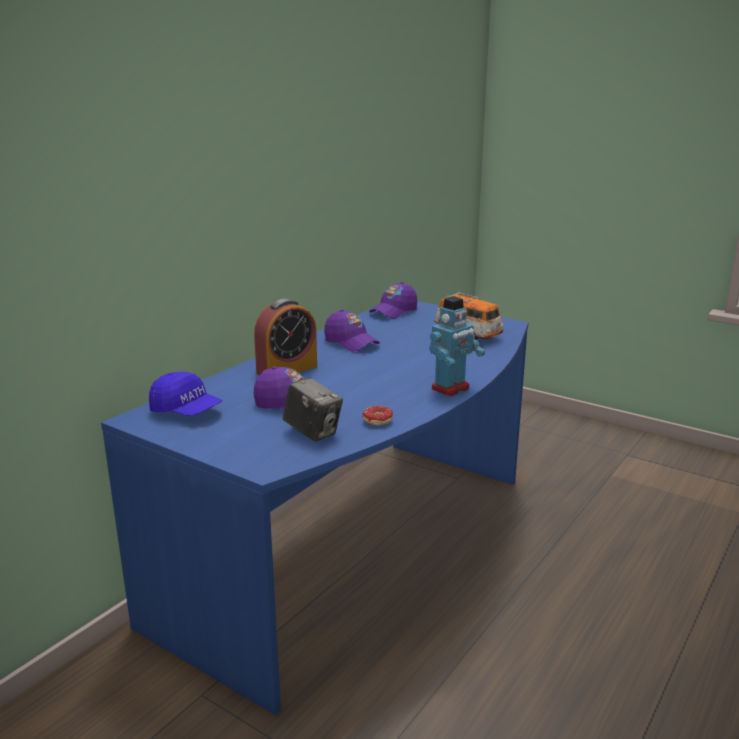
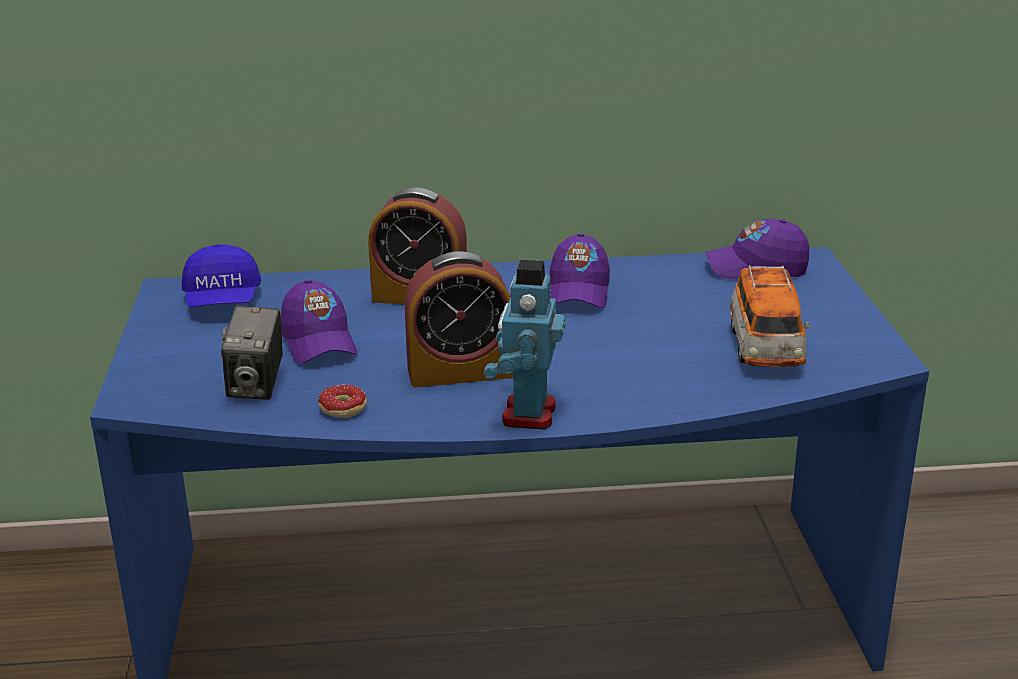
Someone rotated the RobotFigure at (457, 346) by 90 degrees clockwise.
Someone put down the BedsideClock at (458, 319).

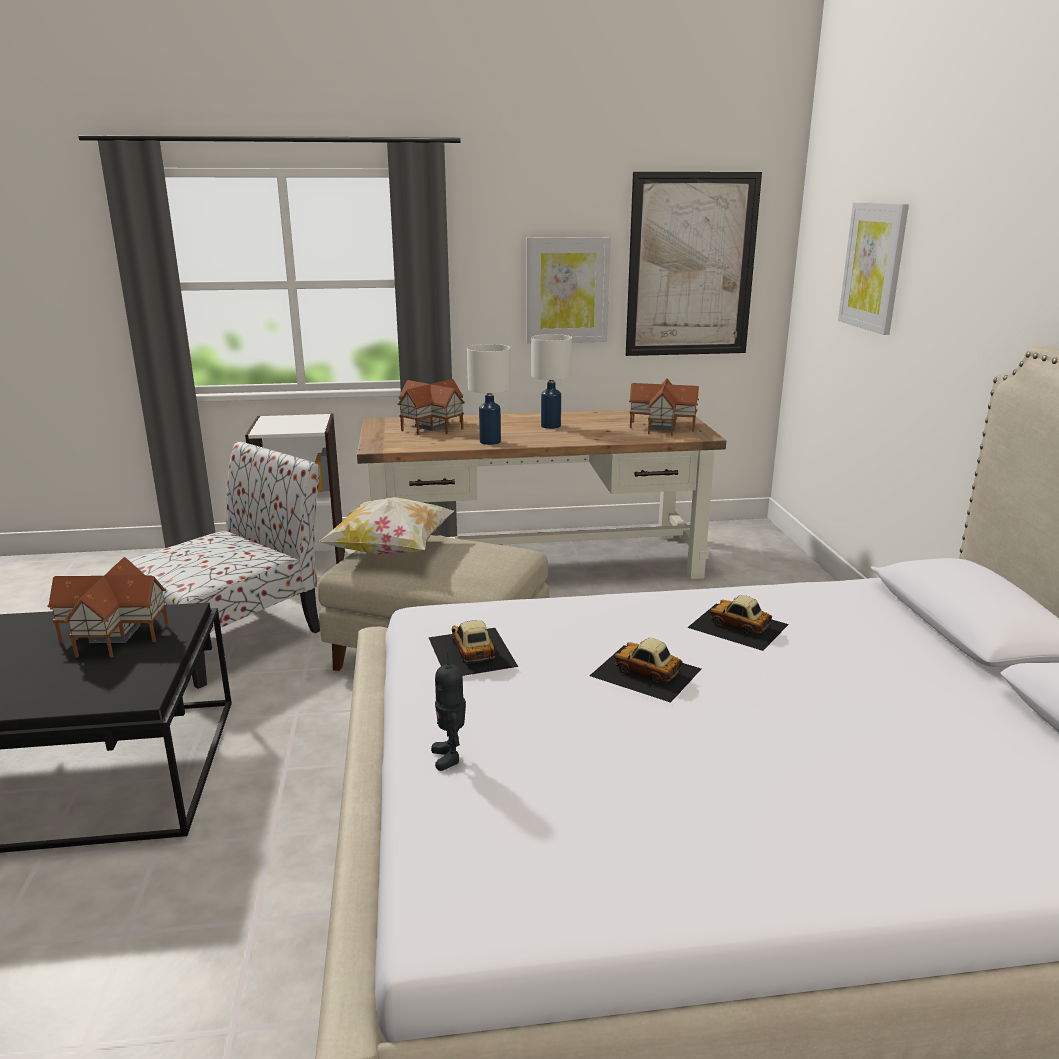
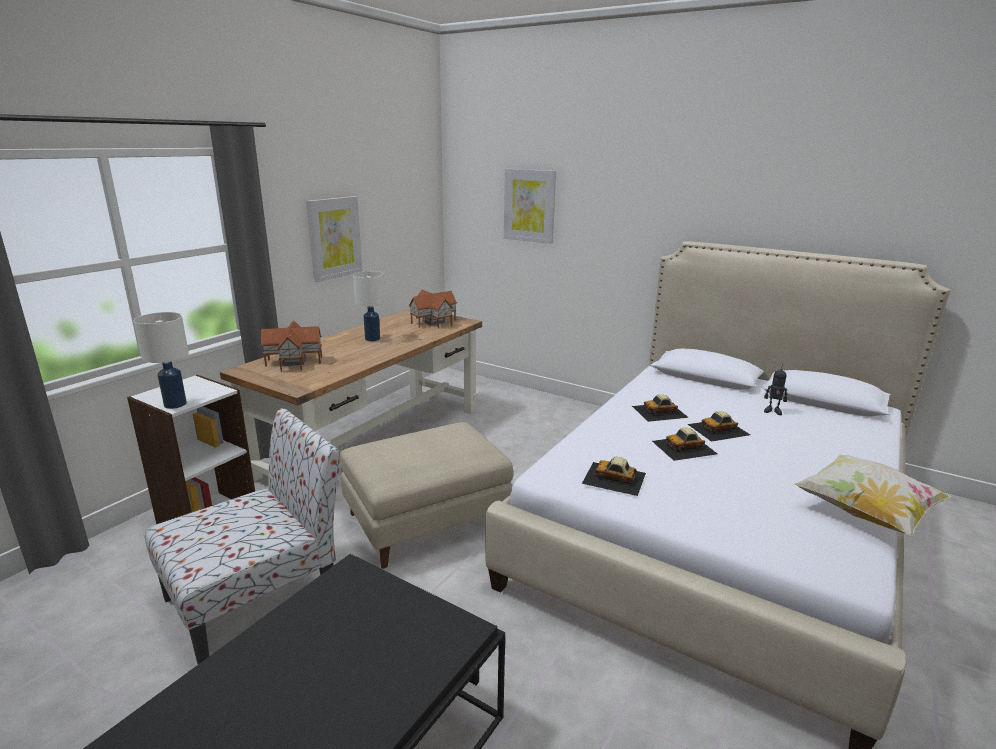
Someone took away the MiniatureHouse at (108, 607).
Someone rotated the UprightChair at (216, 565) by 60 degrees clockwise.
Someone carried the ThrowPillow from (386, 525) to (873, 495).
Someone carried the RobotFigure from (448, 711) to (775, 389).
Someone carried the WhitishTableLamp from (489, 394) to (161, 360).
Someone took away the WallPicture at (694, 264).
Someone put down the MiniatureCar at (719, 426).

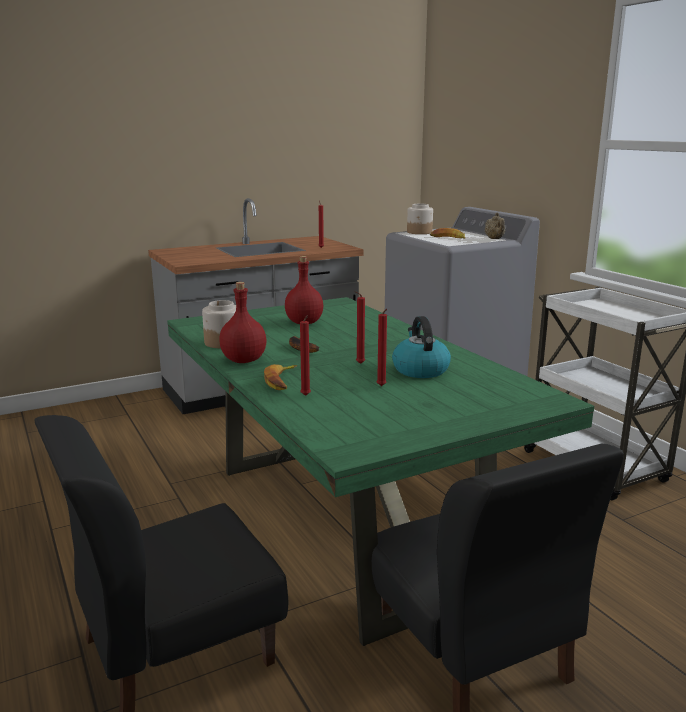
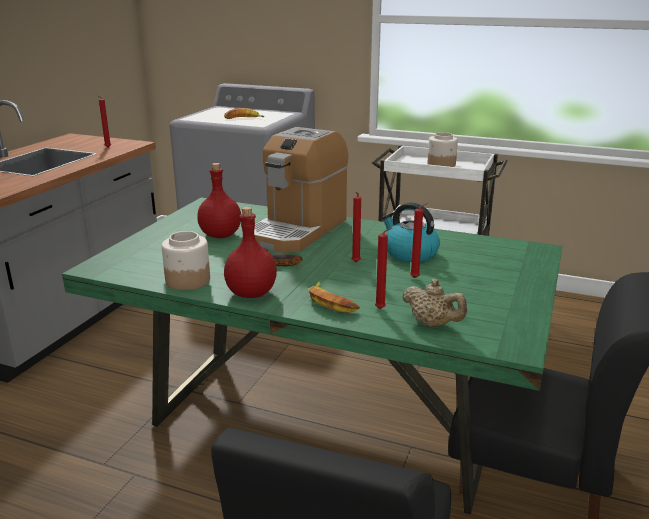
Someone carried the Jar from (420, 219) to (442, 149).
Someone carried the BeigeTeapot from (495, 226) to (434, 303).
Someone put down the CoffeeMachine at (301, 190).

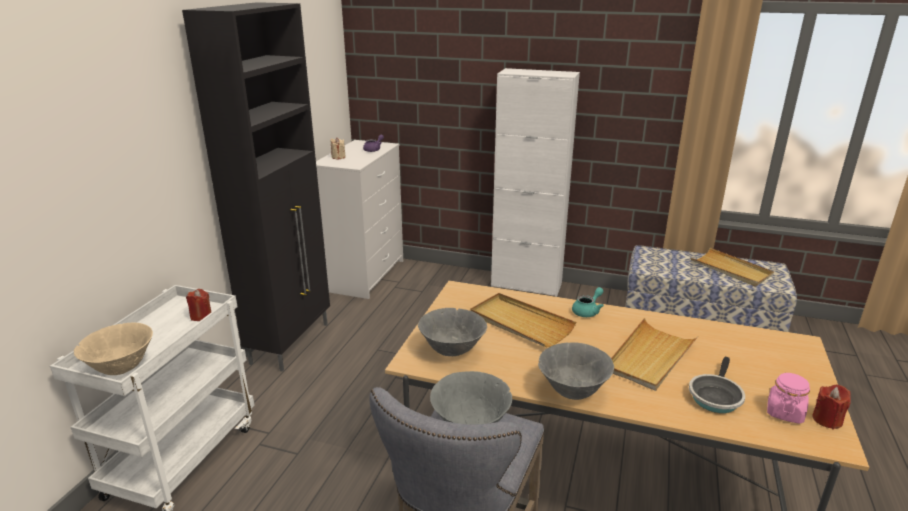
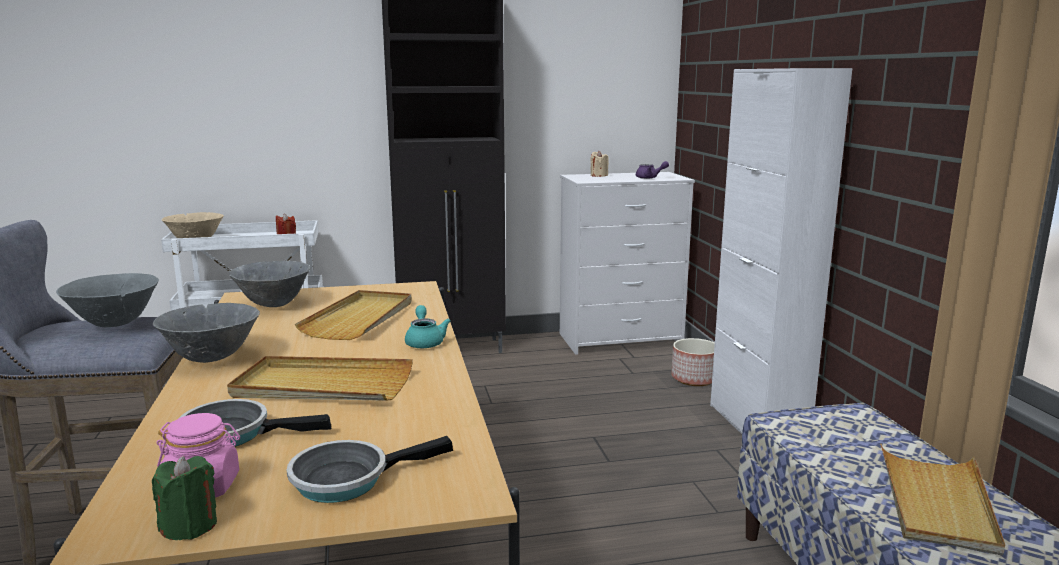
Someone rotated the TurquoiseTeapot at (588, 302) by 120 degrees counterclockwise.
Someone repainted the RedColouredWaxLight at (831, 406), which became the GreenWaxLight at (184, 498).
Someone put down the Pan at (370, 469).
Someone put down the Planter at (693, 362).

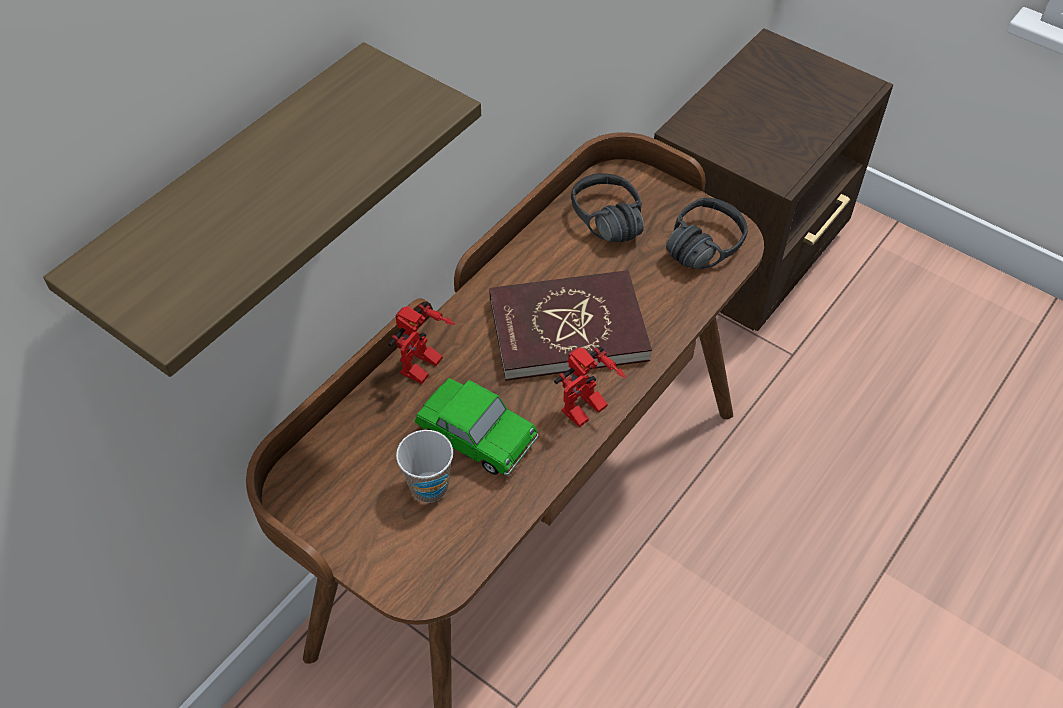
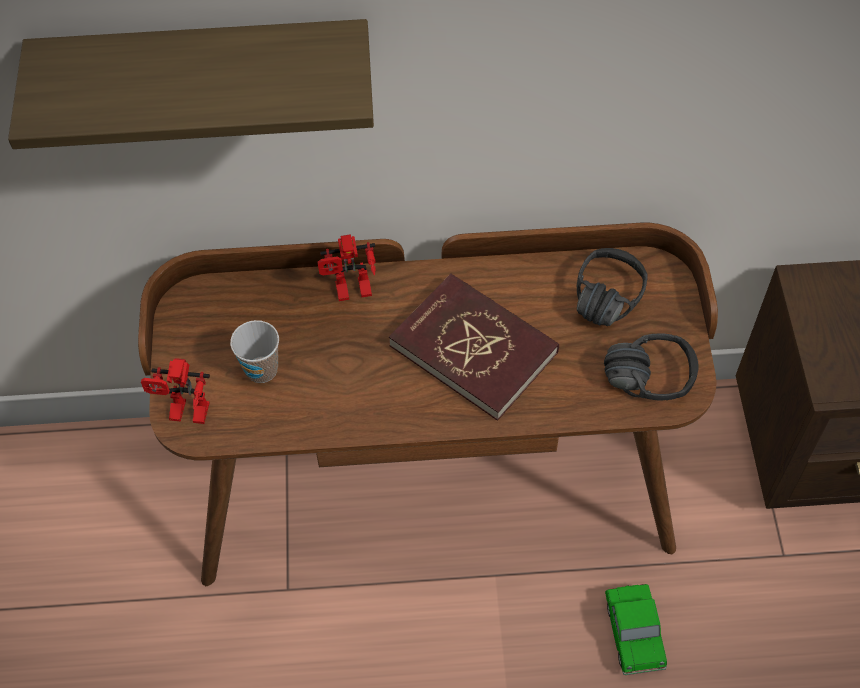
Someone carried the MiniatureCar from (476, 427) to (636, 629).
Someone carried the RobotFigure from (590, 387) to (175, 391).

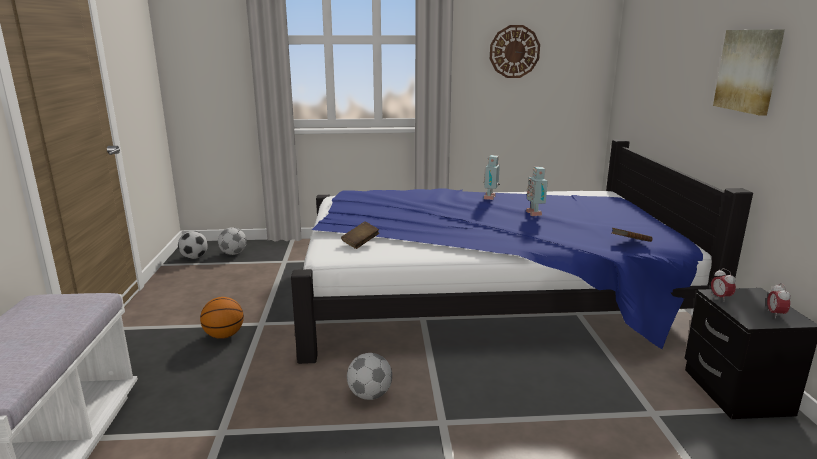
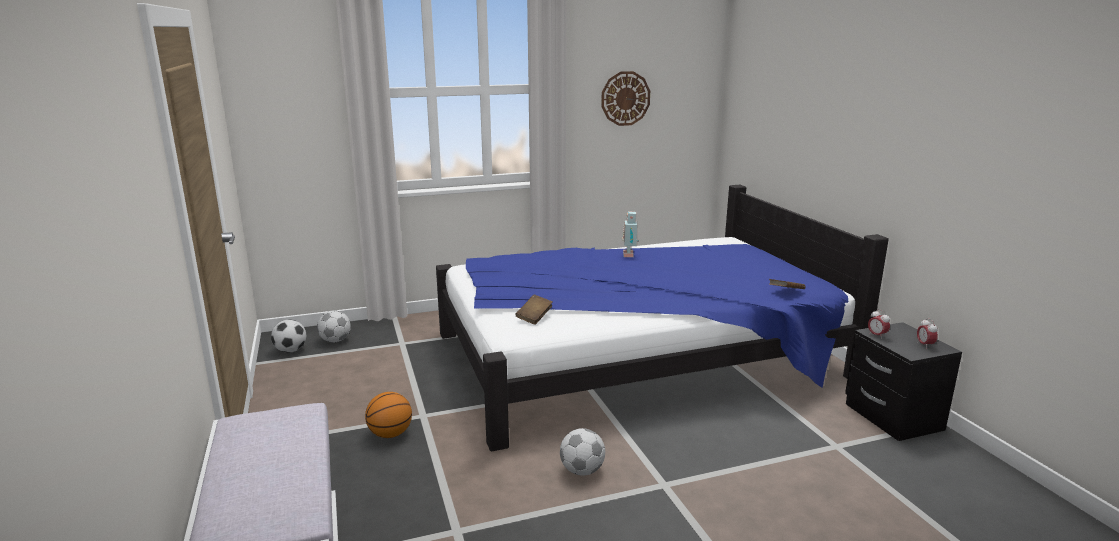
Someone took away the RobotFigure at (537, 191).
Someone took away the WallPicture at (749, 73).

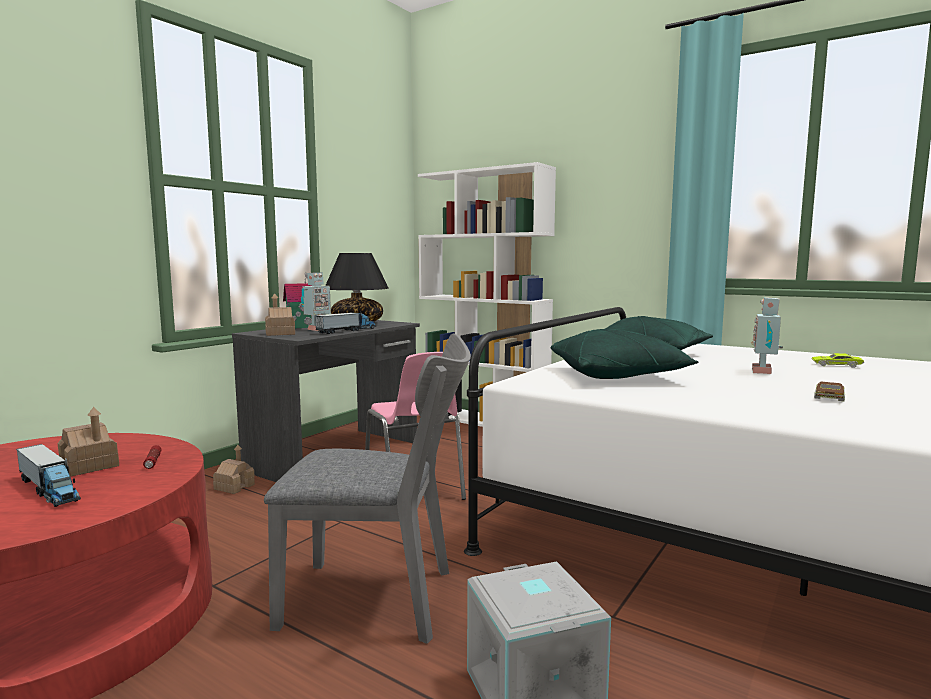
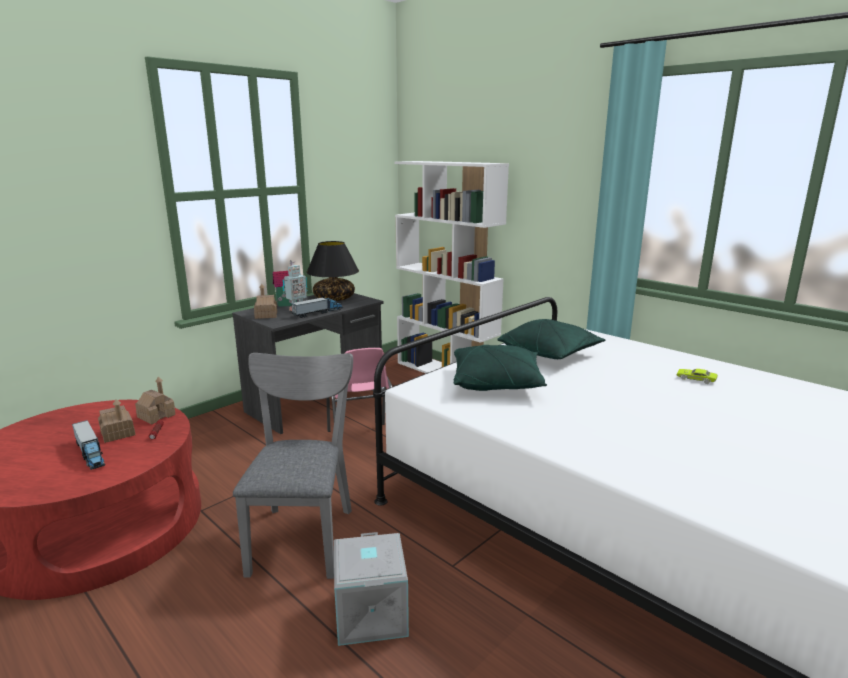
Someone carried the MiniatureHouse from (234, 469) to (155, 400).
Someone rotated the GreyishUprightChair at (367, 489) by 105 degrees counterclockwise.
Someone took away the RobotFigure at (767, 335).
Someone took away the BrownColouredMiniatureCar at (829, 391).

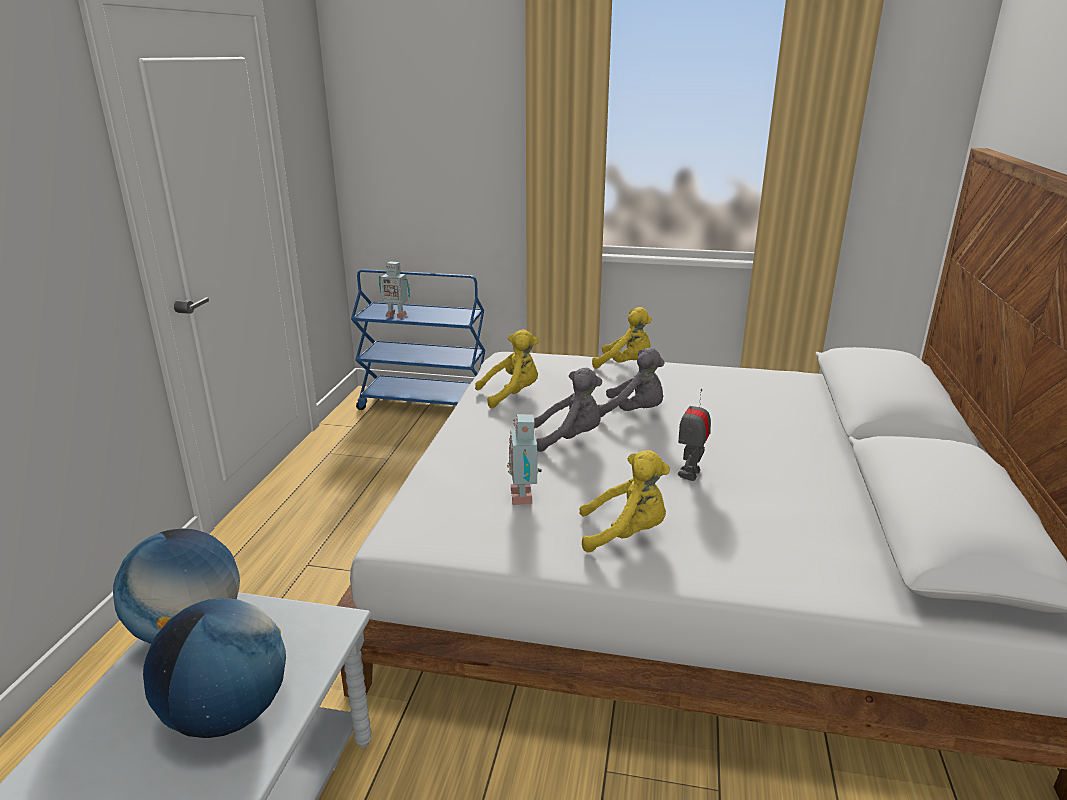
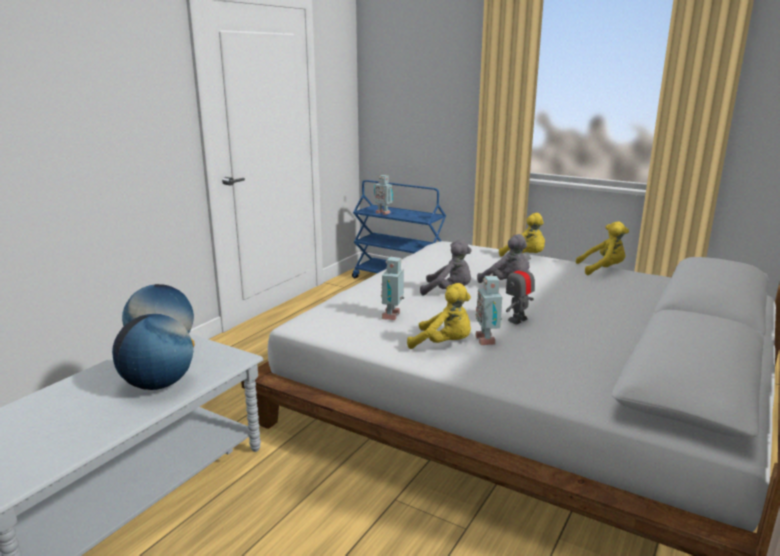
Someone carried the YellowishPlushToy from (507, 368) to (602, 248).
Someone put down the RobotFigure at (488, 310).

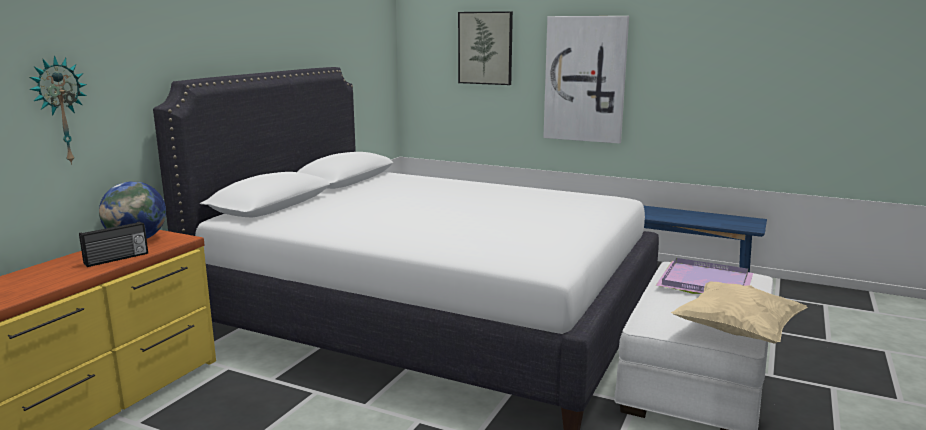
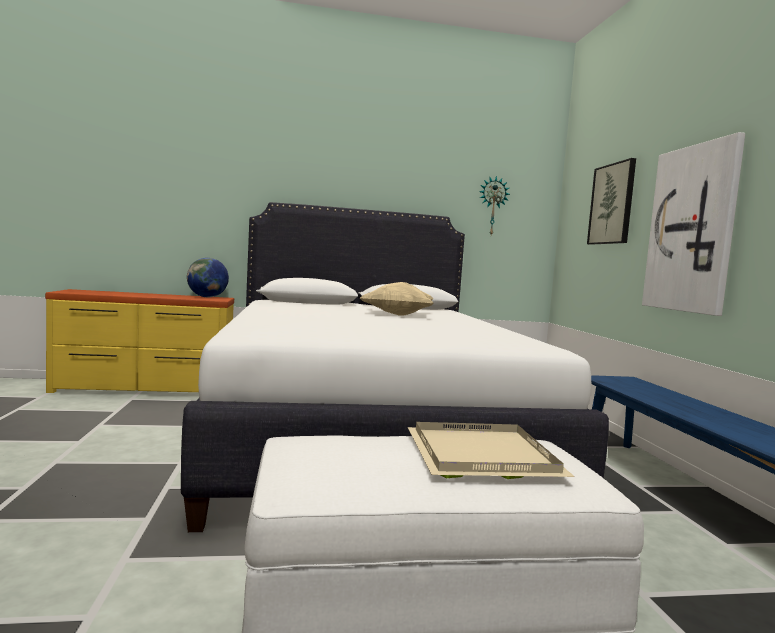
Someone carried the ClockOnTheWall from (58, 110) to (494, 205).
Someone took away the RadioReceiver at (113, 244).
Someone repainted the PurpleCarryingTray at (704, 276), which became the BeigeCarryingTray at (491, 450).
Someone carried the BeigeThrowPillow from (739, 312) to (396, 299).

